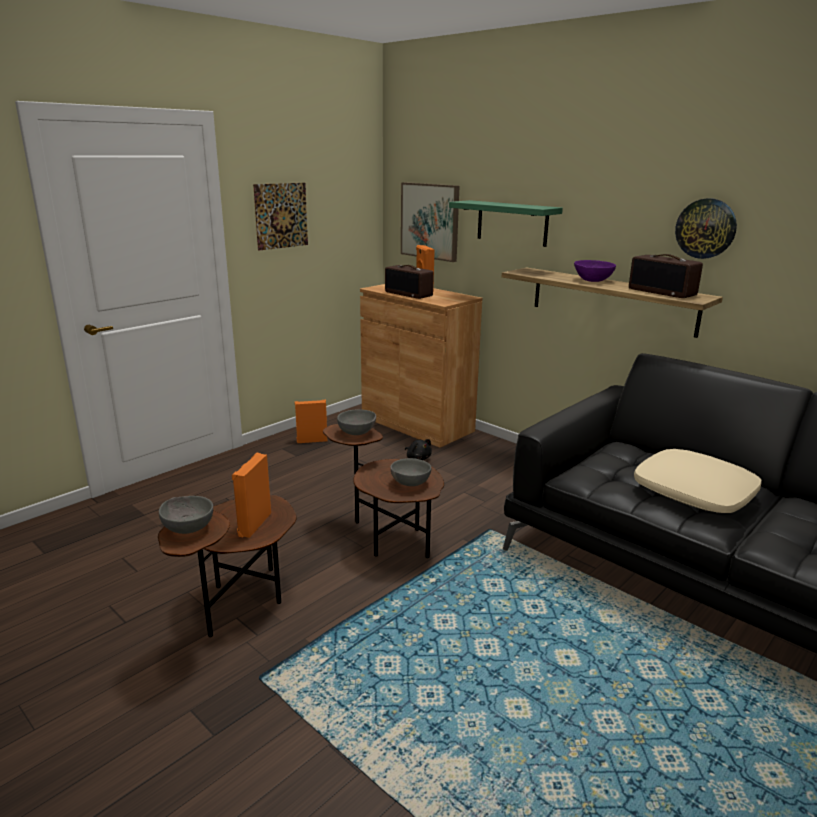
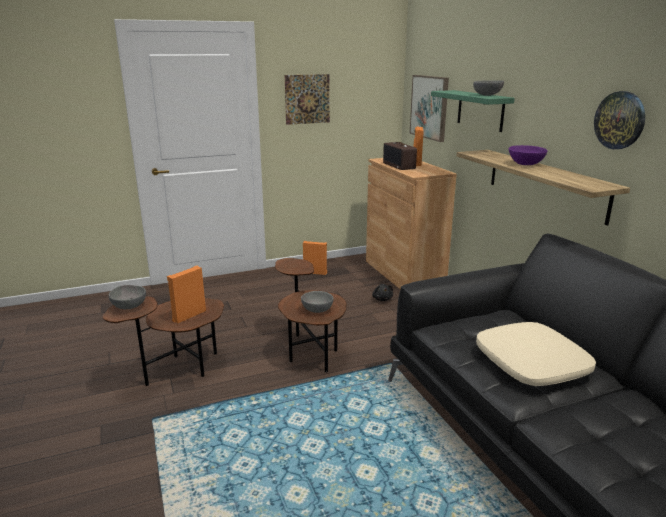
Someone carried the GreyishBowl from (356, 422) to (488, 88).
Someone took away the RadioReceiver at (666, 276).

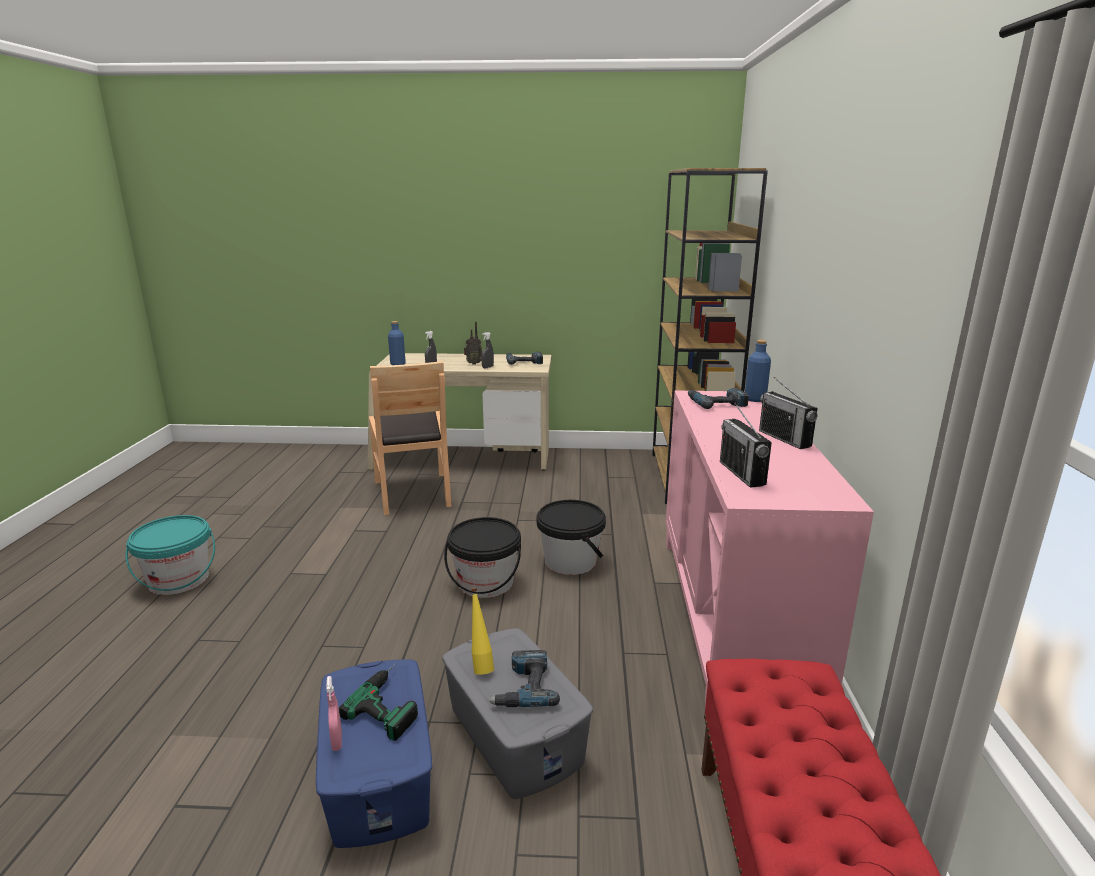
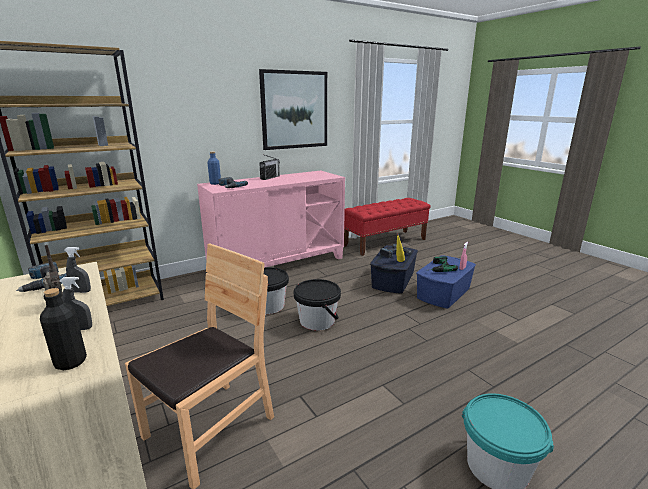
Someone repainted the BlueColouredDrinkBottle at (397, 343), which became the BlackDrinkBottle at (63, 329).
Someone repainted the GreyishStorageBox at (517, 713), which became the BlueColouredStorageBox at (394, 269).
Someone took away the RadioReceiver at (746, 445).
Someone put up the WallPicture at (293, 109).

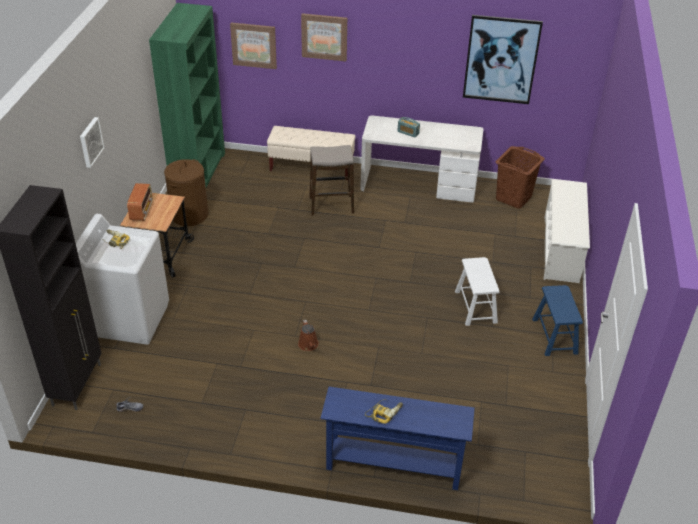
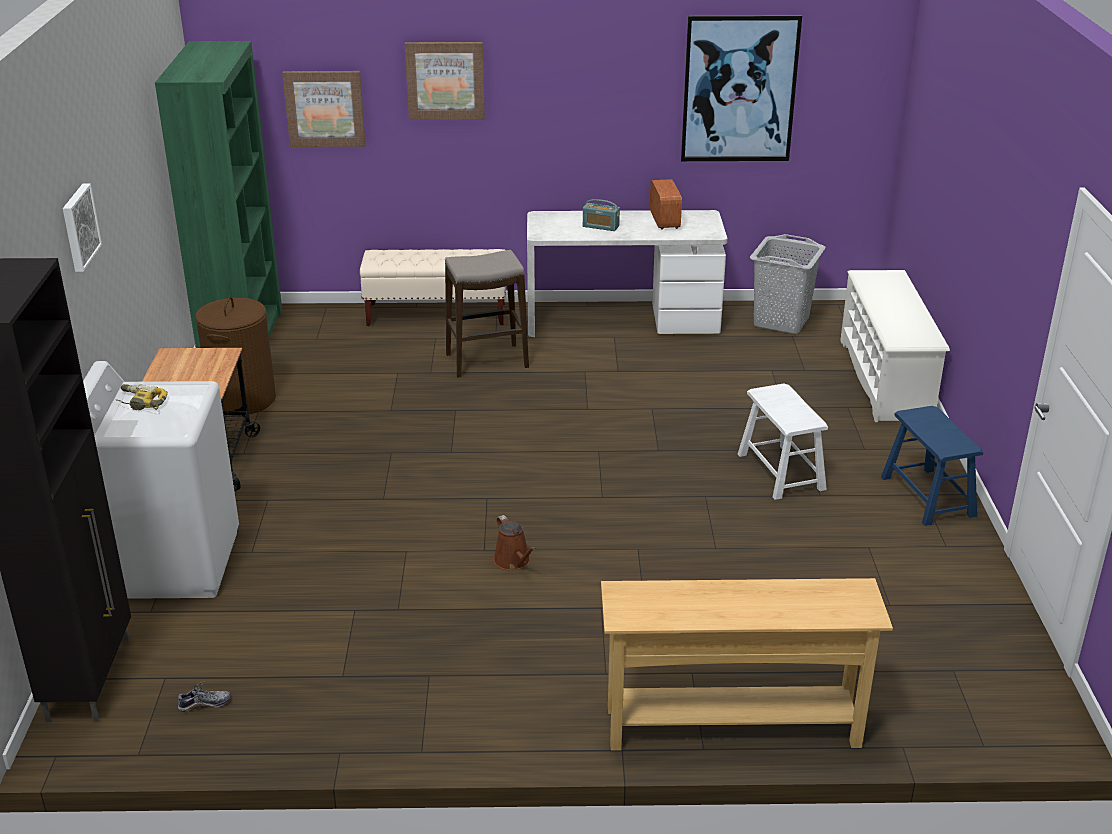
Someone carried the RadioReceiver from (140, 202) to (666, 204).
Someone repainted the BlueColouredHallTable at (397, 438), which became the BeigeHallTable at (747, 664).
Someone took away the Drill at (384, 411).
Someone repainted the BrownColouredLaundryBasket at (520, 177), which became the GreyishLaundryBasket at (788, 284).

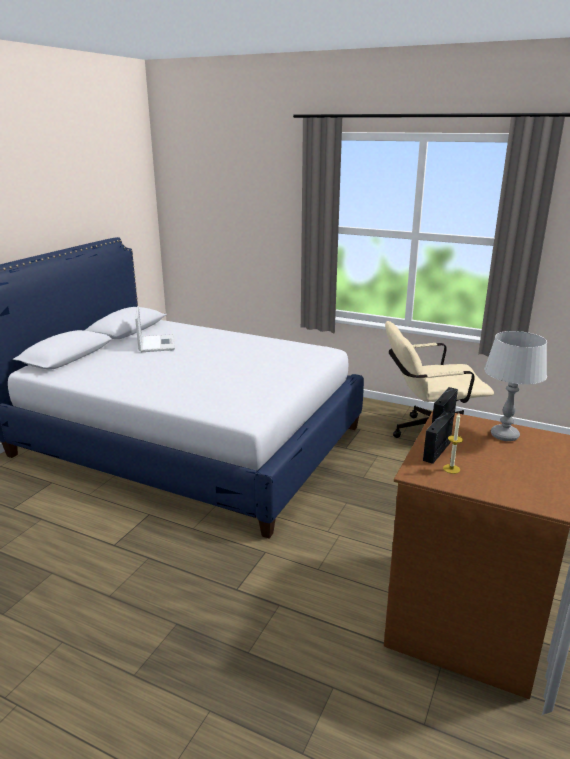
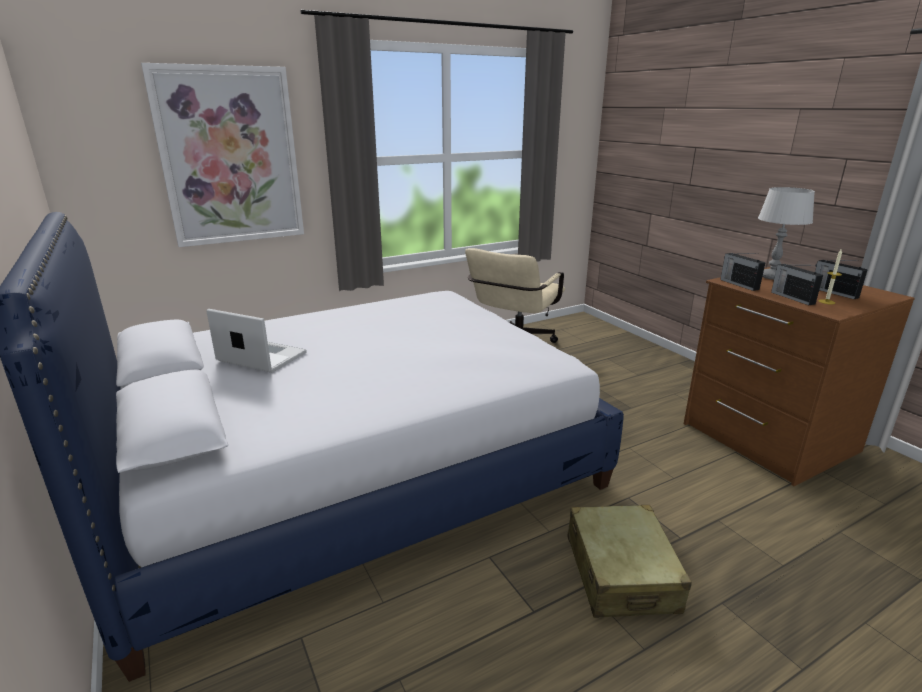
Someone put up the WallPicture at (222, 155).
Someone put down the BeigeTravelCase at (629, 561).
Someone put down the RadioReceiver at (841, 279).

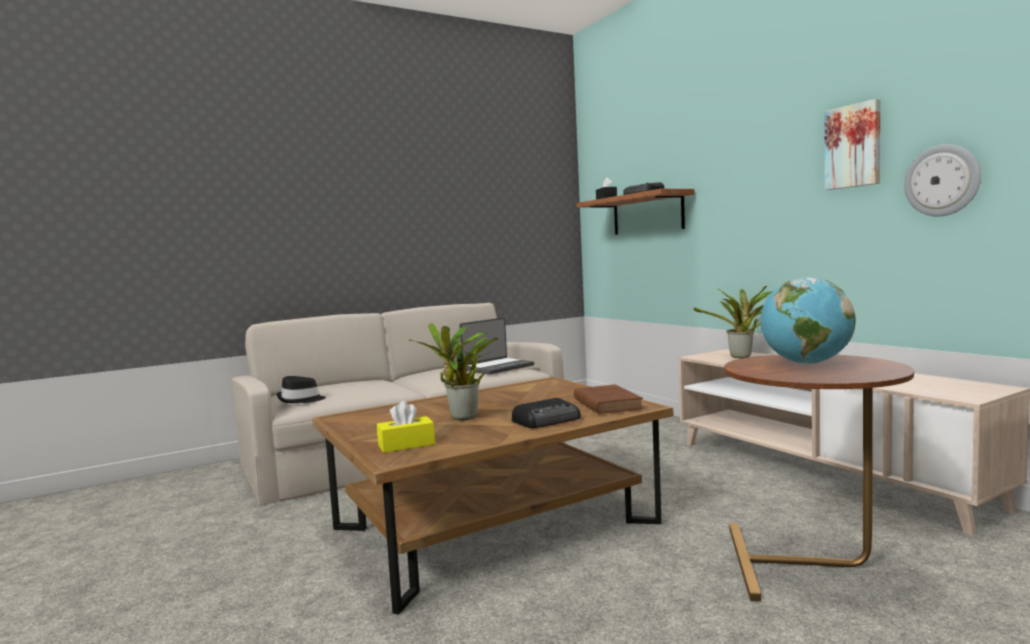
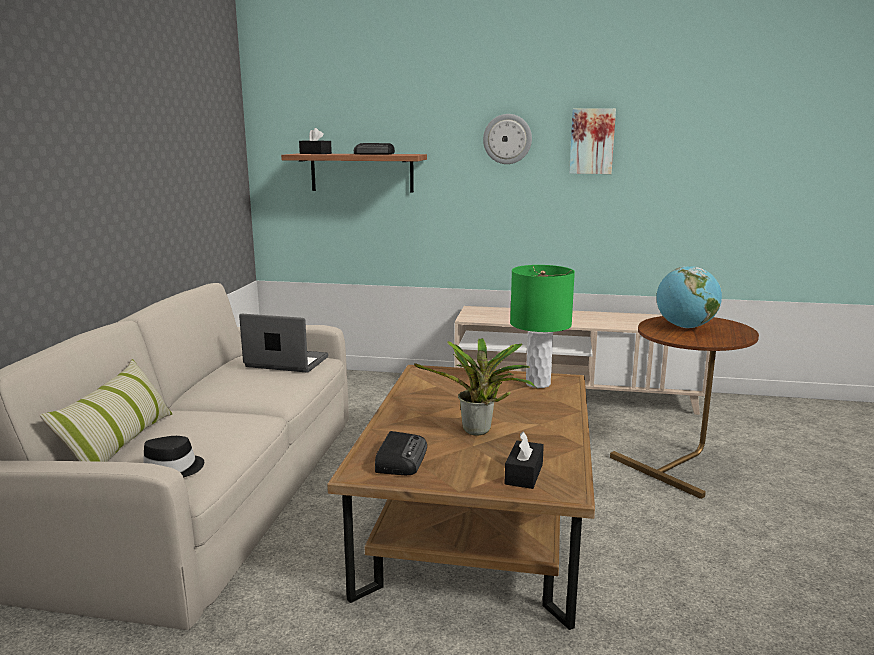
Someone repainted the YellowishBoxOfTissues at (406, 427), which became the BlackBoxOfTissues at (524, 460).
Someone rotated the PortableComputer at (496, 346) by 75 degrees counterclockwise.
Someone carried the RadioReceiver from (546, 413) to (401, 453).
Someone swapped the BrownColouredVolume at (608, 399) for the GreenTableLamp at (542, 326).
Someone took away the PlantInAPot at (733, 322).
Someone carried the ClockOnTheWall from (942, 180) to (507, 139).
Someone put down the ThrowPillow at (106, 410).

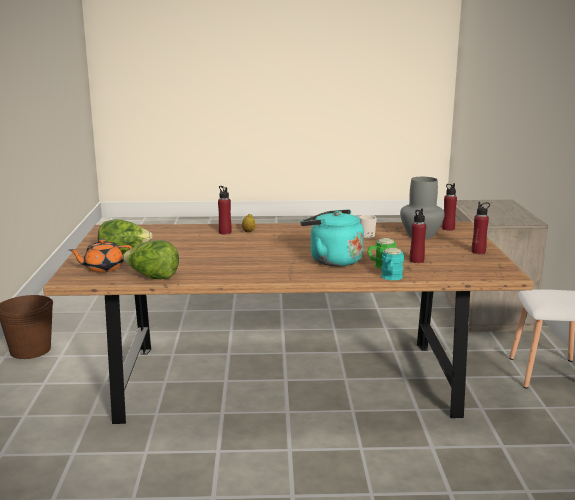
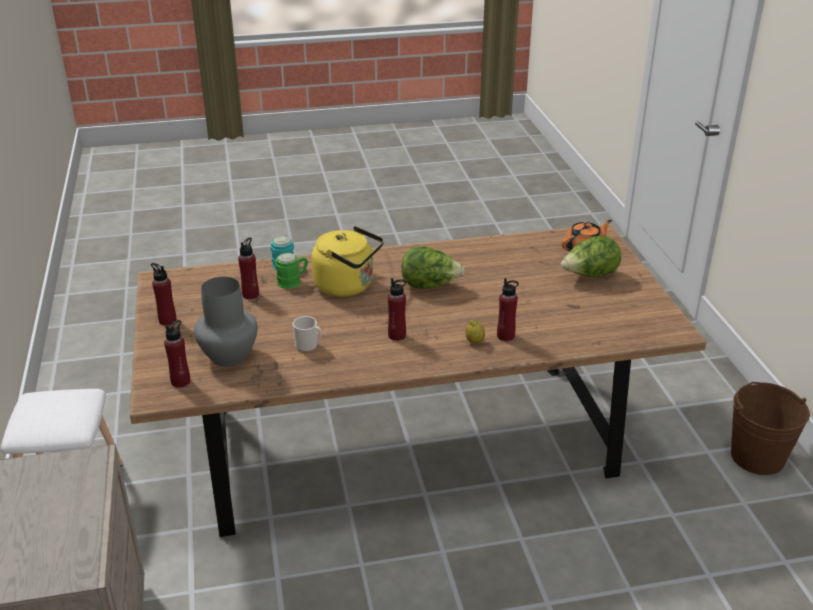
Someone carried the HeadOfLettuce from (150, 259) to (433, 267).
Someone repainted the TurquoiseTeaKettle at (332, 237), which became the YellowishTeaKettle at (348, 261).
Someone put down the RedColouredDrinkBottle at (397, 309).

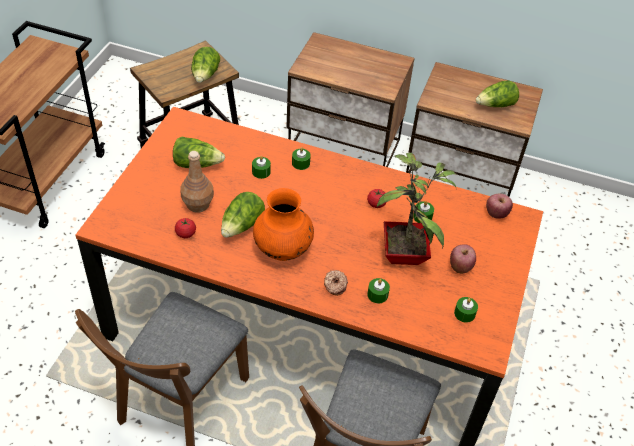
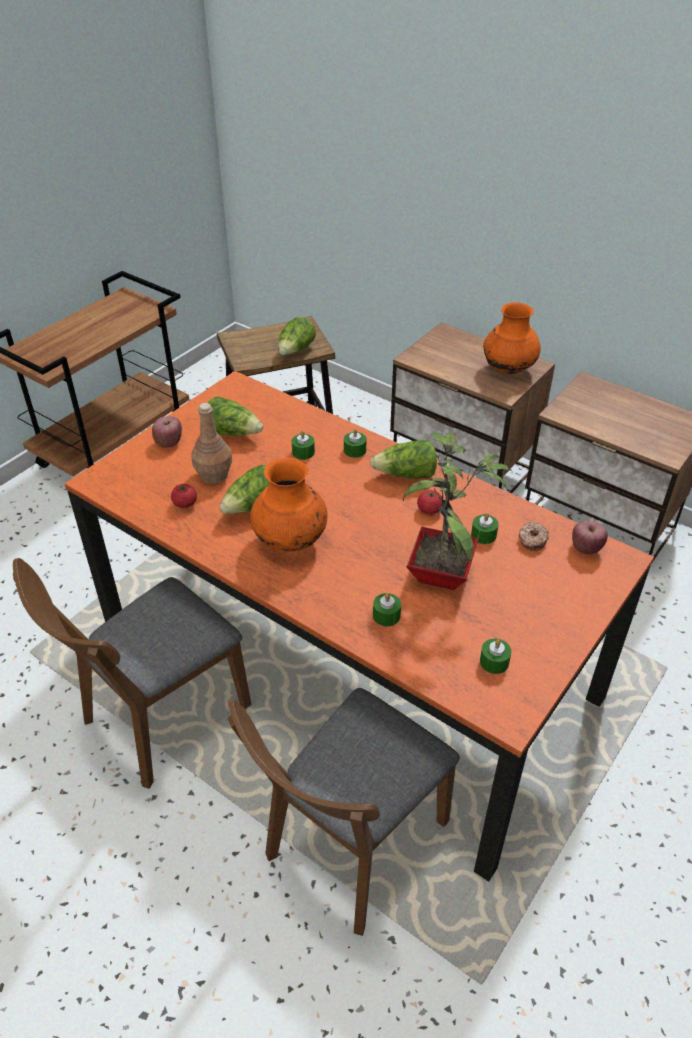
Someone carried the RingDoughnut from (336, 283) to (534, 536).
Someone carried the WholeApple from (463, 259) to (167, 432).
Someone carried the HeadOfLettuce from (497, 93) to (403, 459).
Someone put down the OrangeyDecorativeVase at (512, 338).

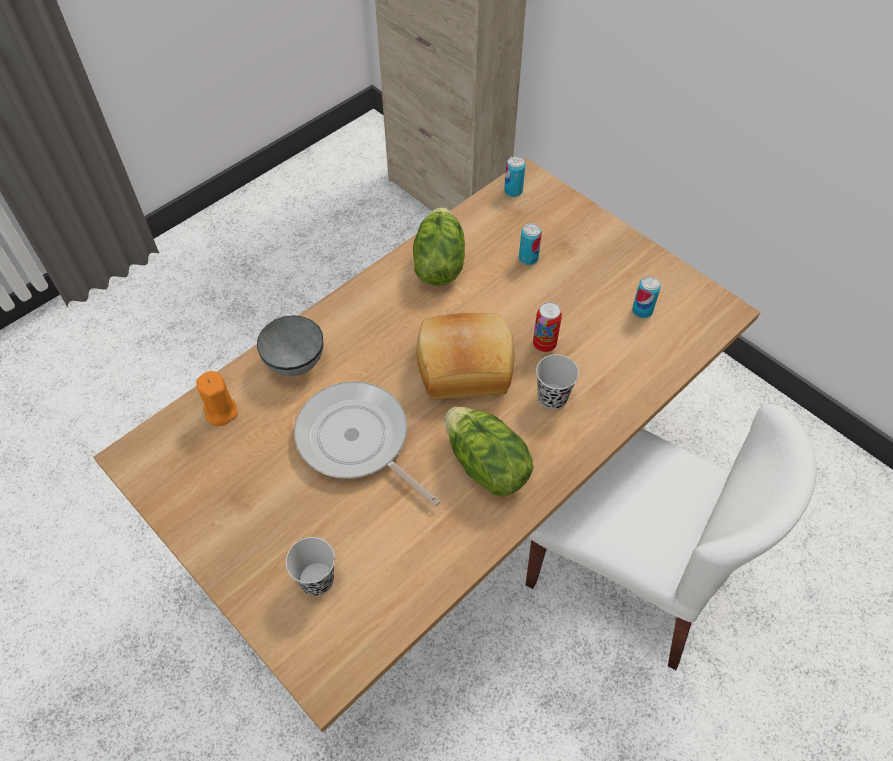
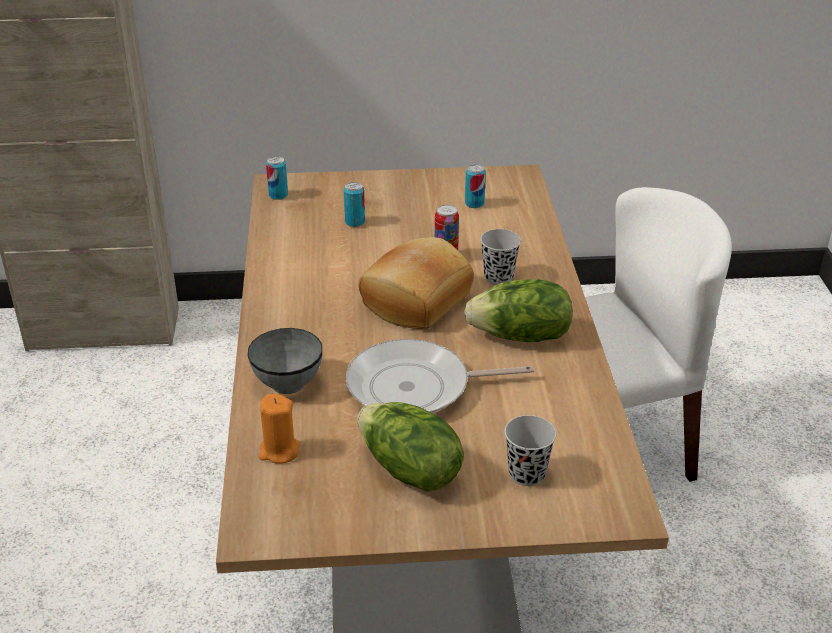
Someone carried the HeadOfLettuce from (439, 246) to (410, 447).

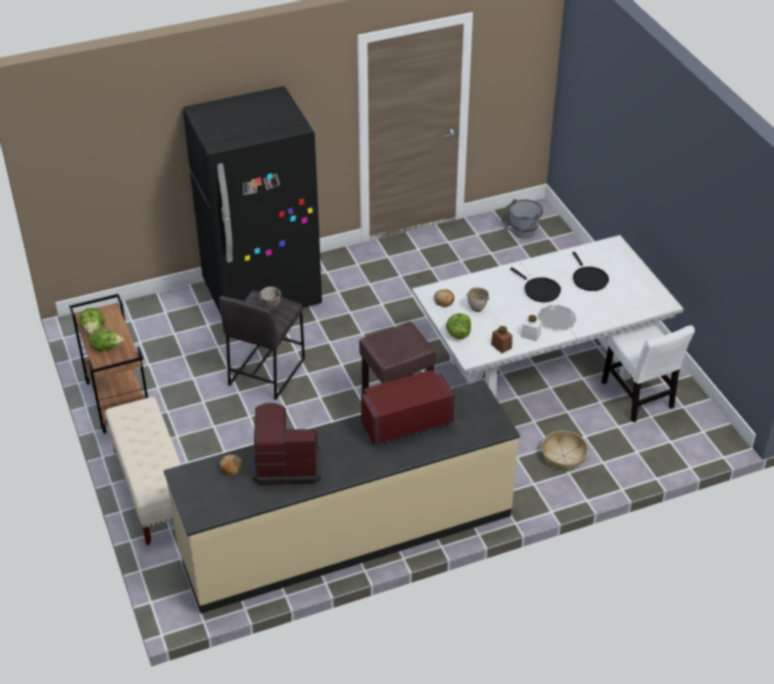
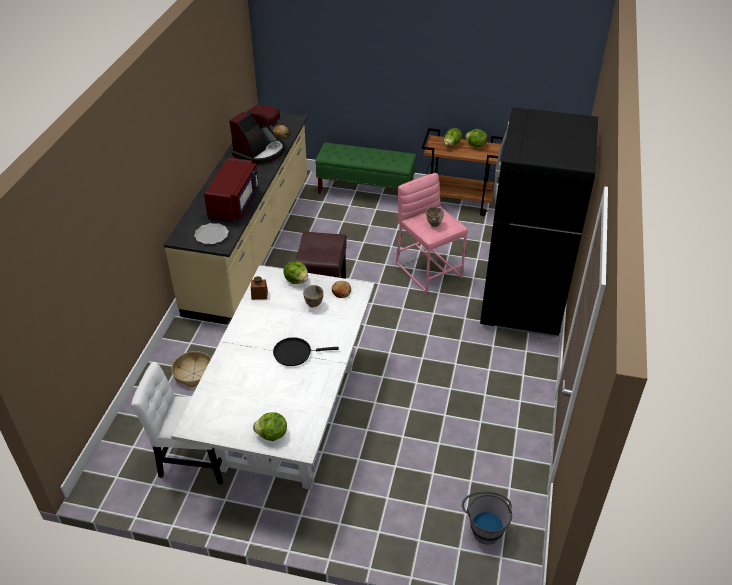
Someone repainted the BeigeLongSeat at (143, 471), which became the GreenLongSeat at (365, 168).
Someone repainted the GreyishStool at (262, 345), which became the PinkStool at (432, 233).
Someone took away the WhitishJar at (531, 328).
Someone carried the DinnerPlate from (557, 317) to (211, 233).
Someone took away the BlackPan at (590, 271).
Someone put down the HeadOfLettuce at (270, 426).

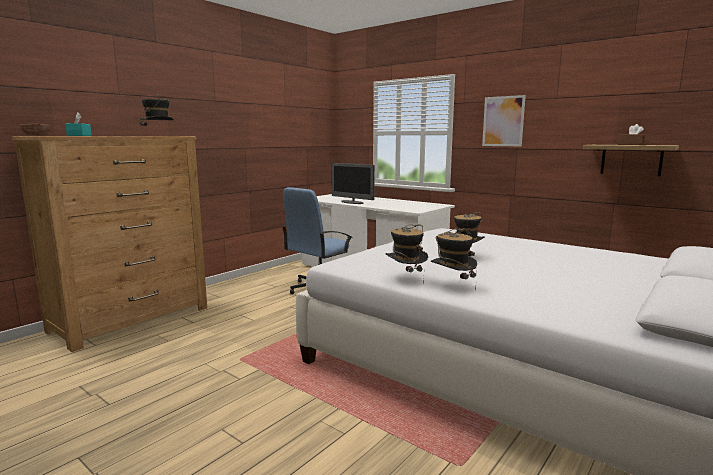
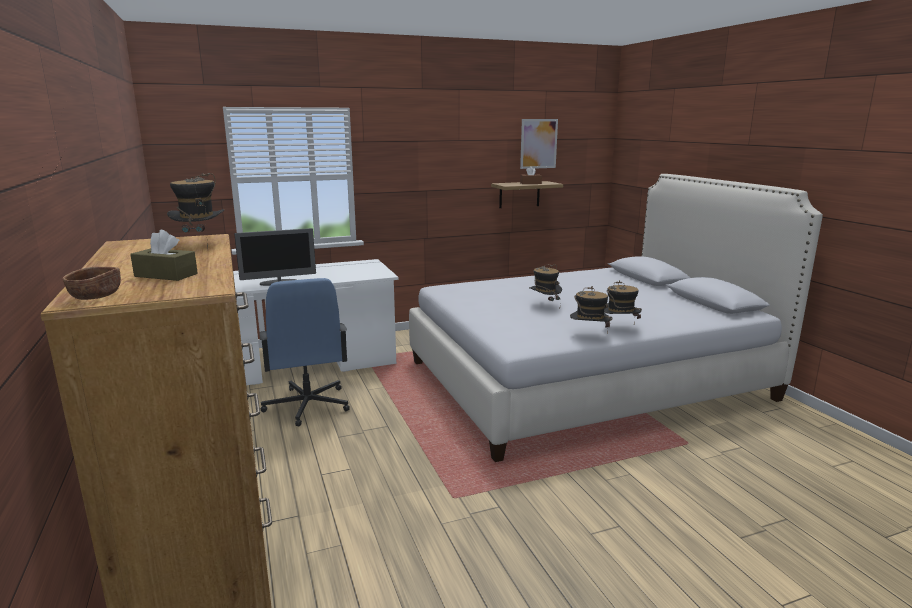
Someone repainted the TurquoiseBoxOfTissues at (78, 124), which became the BrownColouredBoxOfTissues at (164, 255).
Someone carried the WallPicture from (504, 120) to (539, 144).

